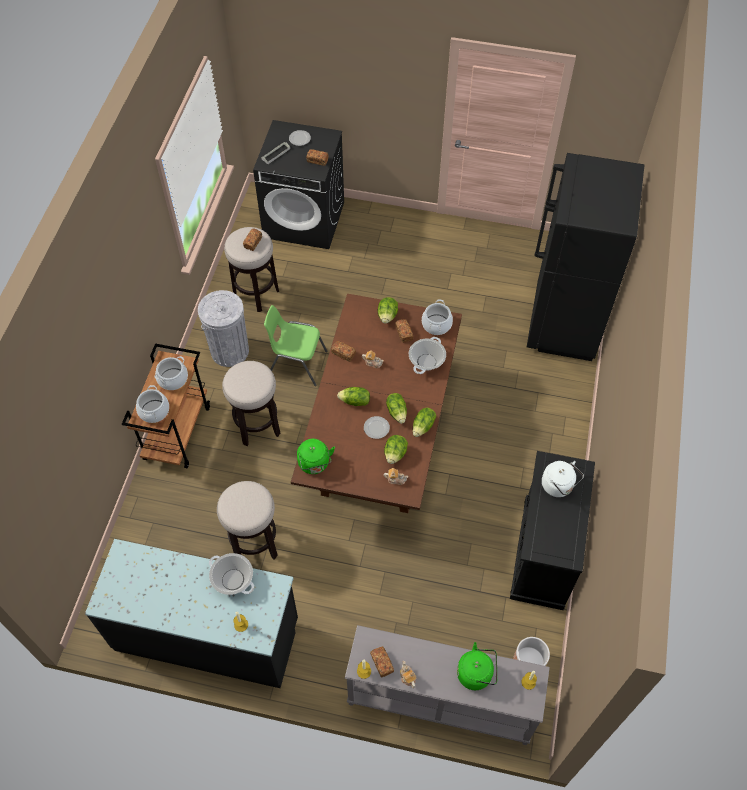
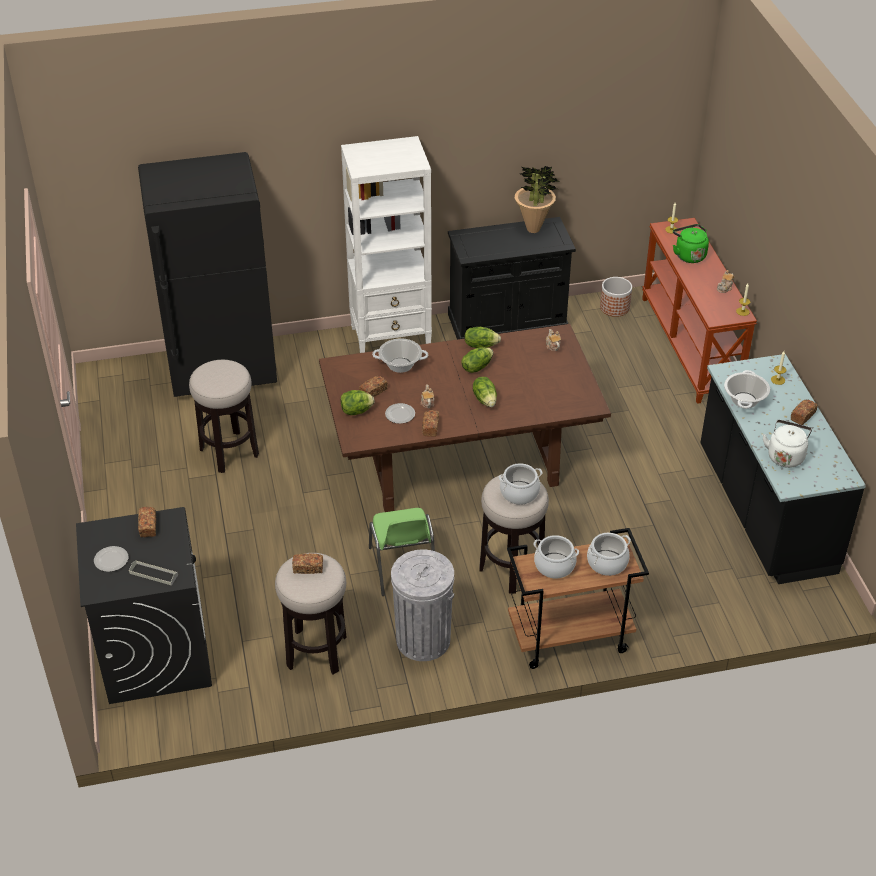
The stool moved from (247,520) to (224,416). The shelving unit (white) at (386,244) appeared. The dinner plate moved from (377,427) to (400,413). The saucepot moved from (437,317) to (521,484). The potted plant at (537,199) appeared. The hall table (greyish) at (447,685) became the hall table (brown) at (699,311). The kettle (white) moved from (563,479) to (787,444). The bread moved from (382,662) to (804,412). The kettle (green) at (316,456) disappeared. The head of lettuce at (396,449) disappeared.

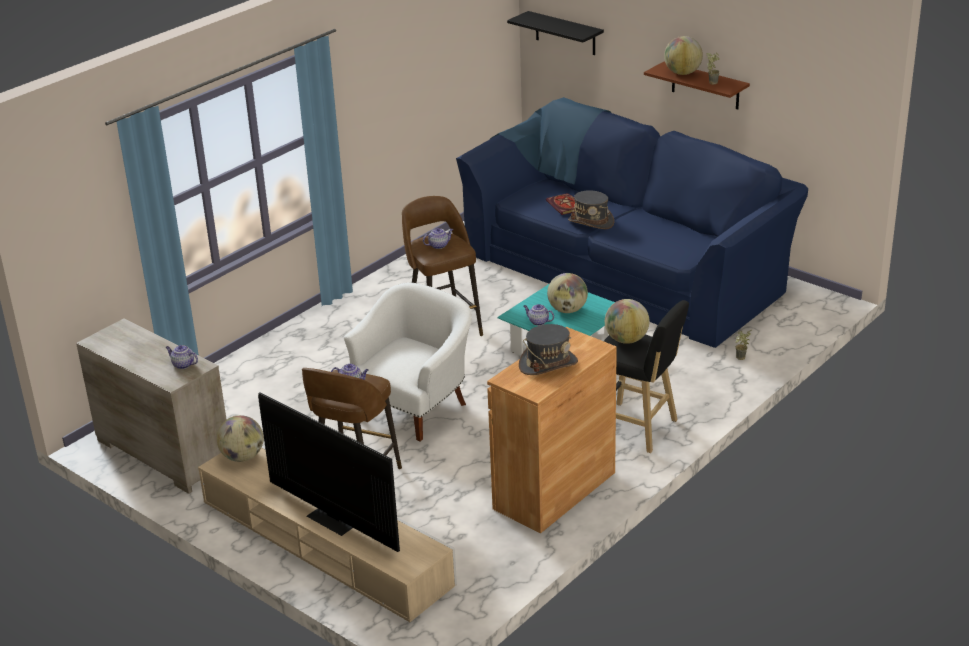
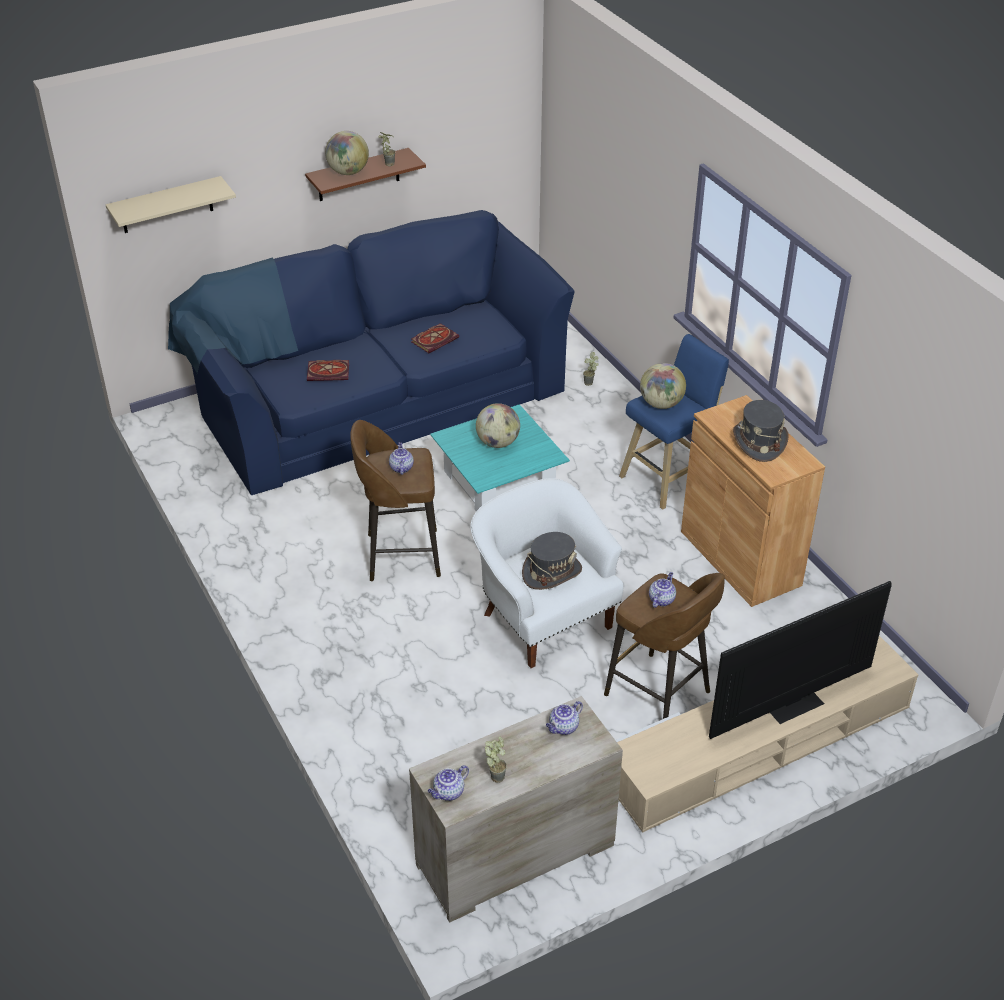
The shelf (blackish) at (555,33) became the shelf (sand-coloured) at (170,204). The book at (435,338) appeared. The pot for tea moved from (538,315) to (448,783). The potted plant at (496,759) appeared. The clothing hat (greyish) moved from (591,209) to (552,561). The stool (blackish) at (646,376) became the stool (blue) at (674,422). The globe at (240,438) disappeared.

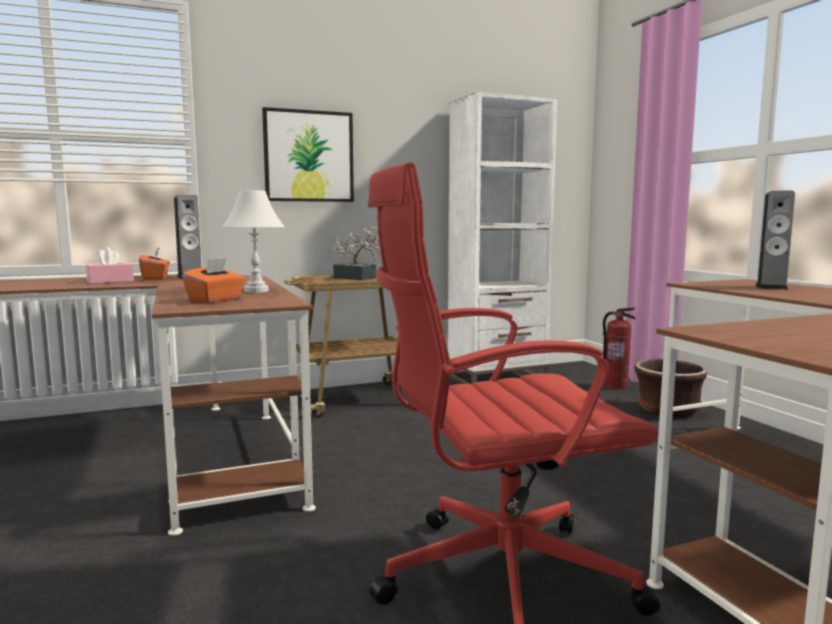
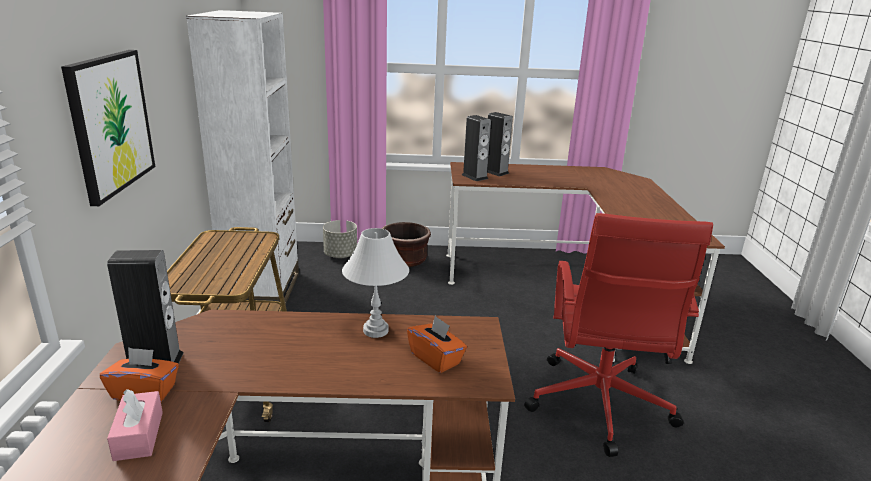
The extinguisher at (619,349) was replaced by the planter (greyish) at (340,239). The loudspeaker at (476,148) appeared. The potted plant at (353,253) disappeared.

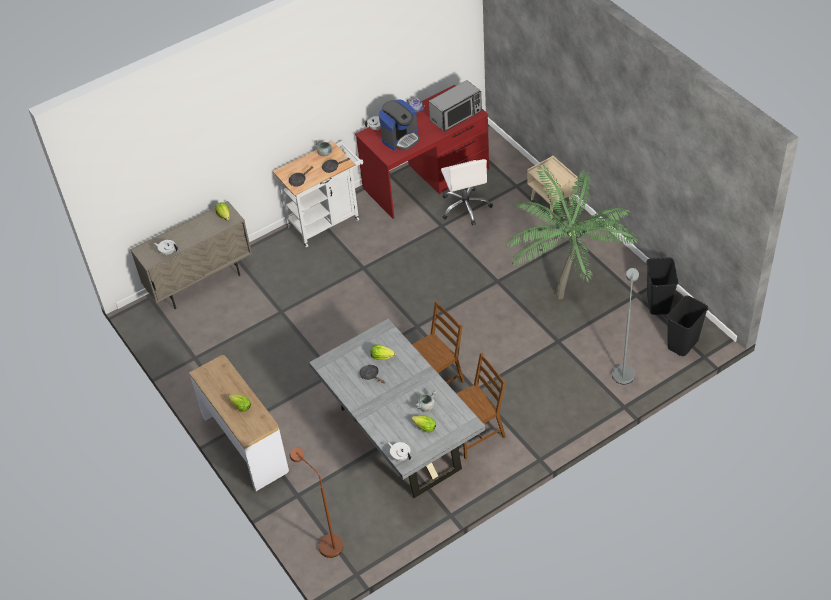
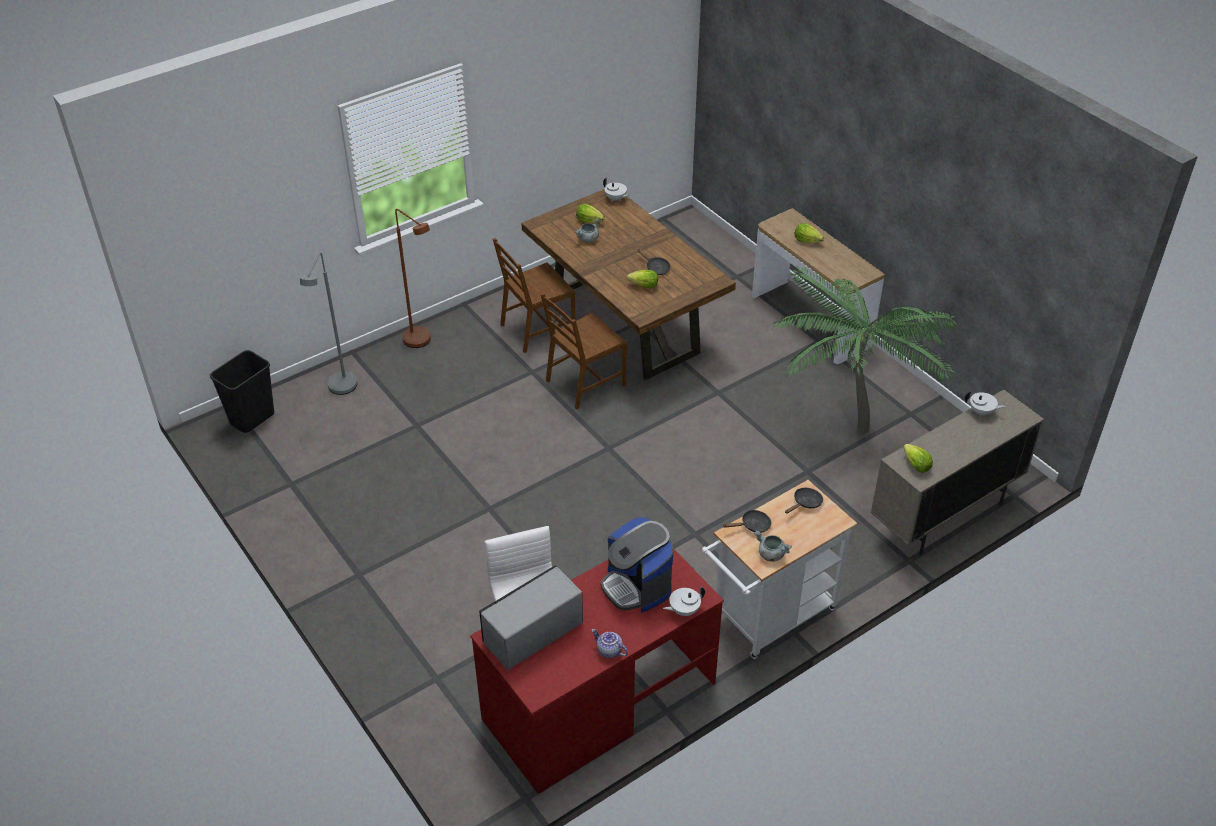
The floor lamp (brown) moved from (316,502) to (413,278). The dinner table (greyish) at (397,408) became the dinner table (brown) at (628,284). The coffee brewer at (399,125) turned 75 degrees counterclockwise. The potted plant moved from (572,232) to (865,349). The nightstand (sand-coloured) at (552,187) disappeared. The rubbish bin (blackish) at (662,286) disappeared.

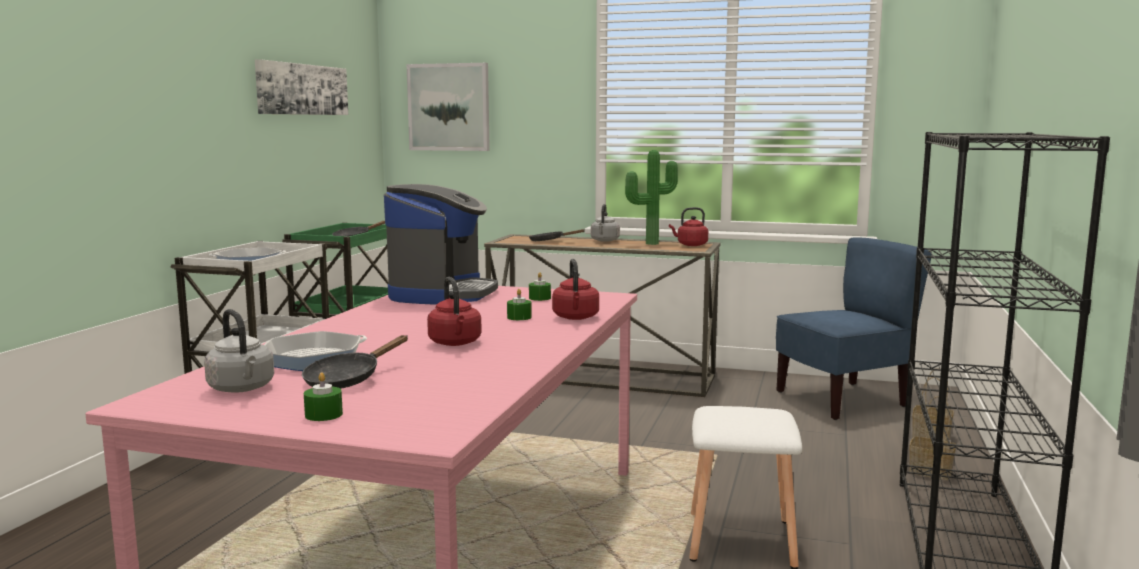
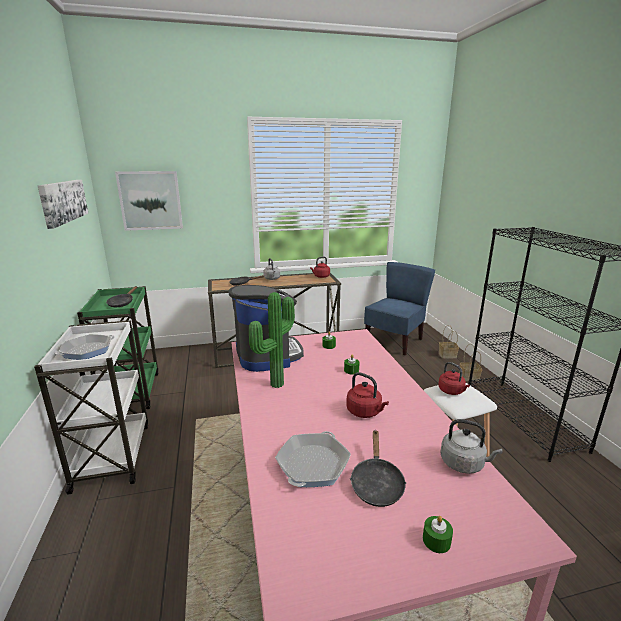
The potted plant moved from (651,197) to (272,340). The kettle (red-coloured) moved from (575,289) to (454,378). The kettle (greyish) moved from (239,351) to (471,446).

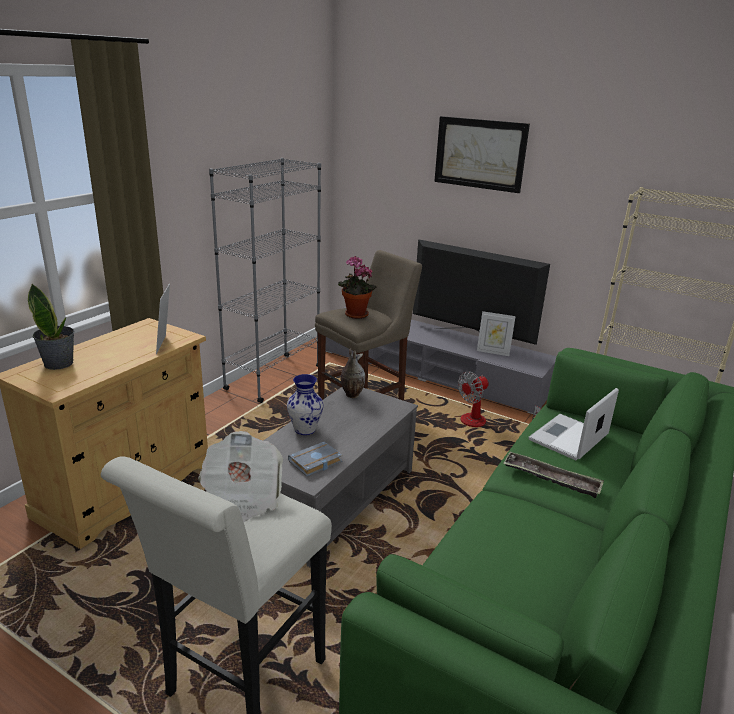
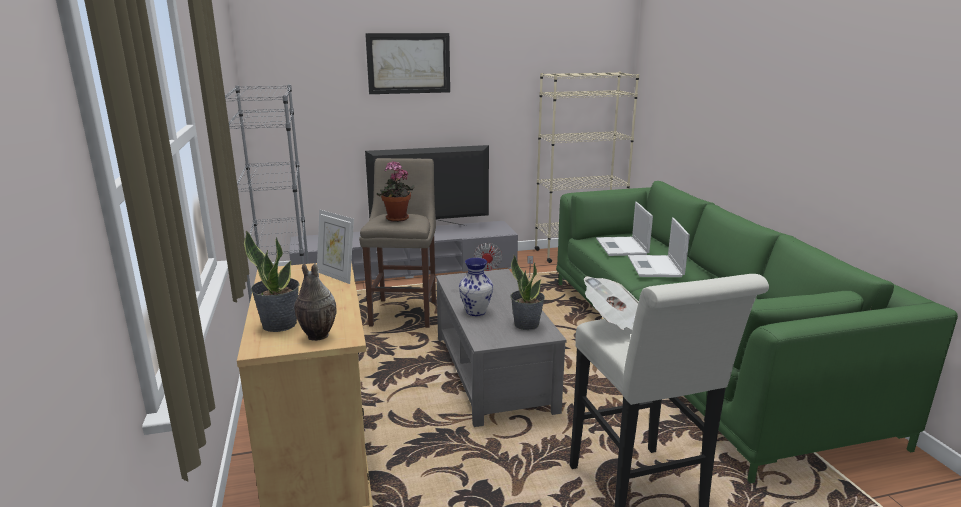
The vase moved from (353,373) to (315,302). The book (greyish) at (315,458) was replaced by the potted plant at (528,292). The tray at (553,475) was replaced by the portable computer at (659,247). The standing frame at (496,333) disappeared.

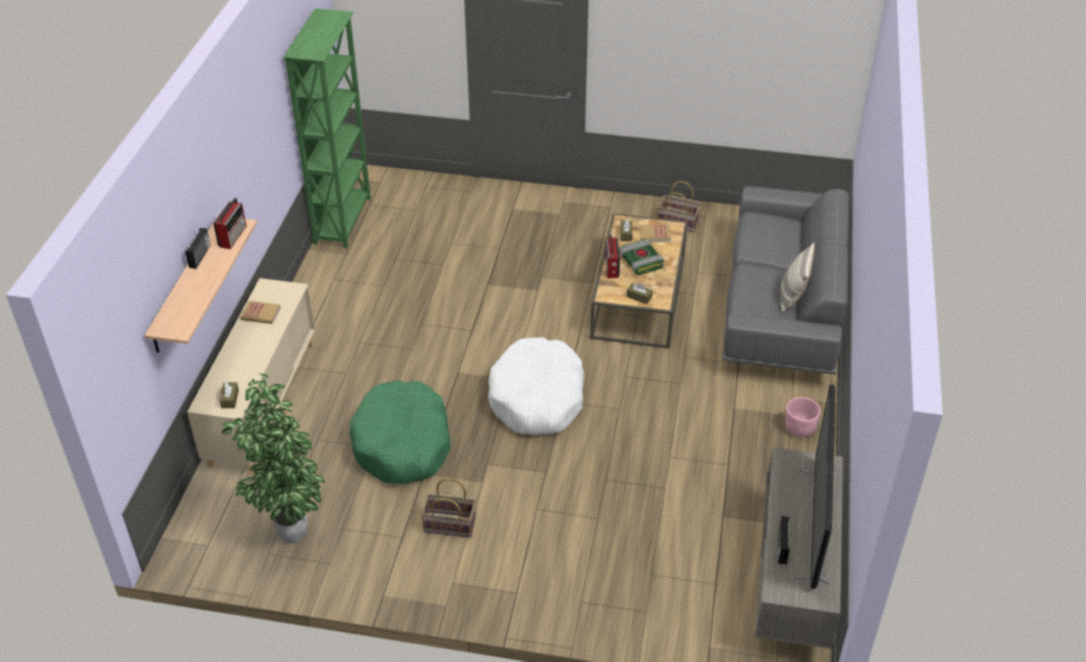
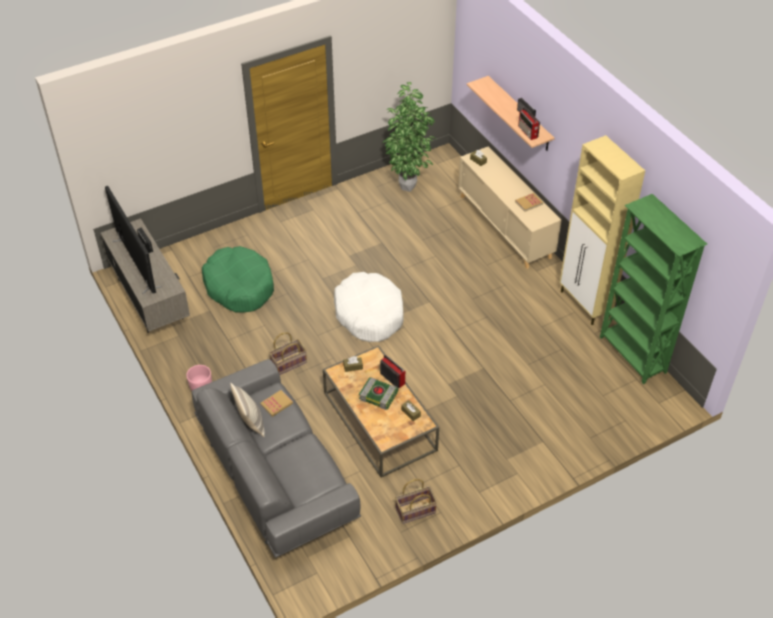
The pet bed (green) moved from (400,432) to (238,279). The book moved from (655,233) to (276,403). The storage basket moved from (448,508) to (288,353). The cabinet (sand-coloured) at (602,230) appeared.

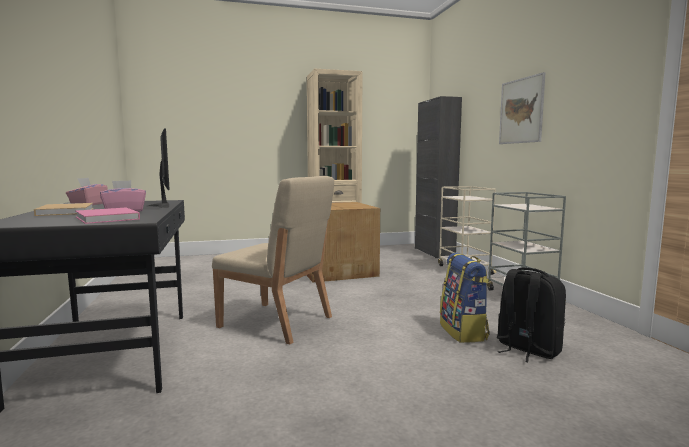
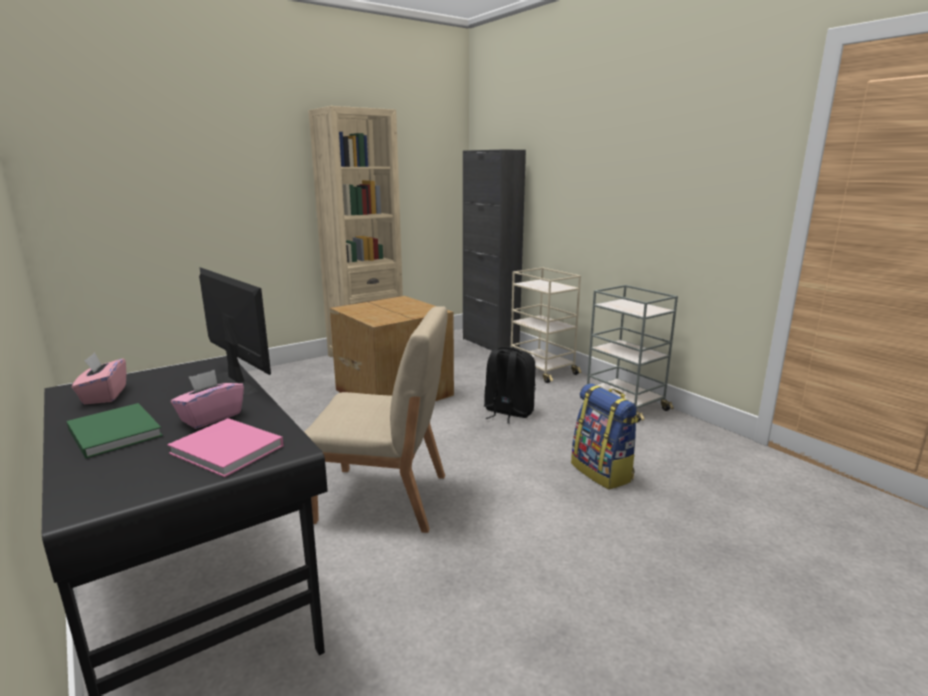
The book (sand-coloured) at (64,209) became the book (green) at (115,431). The knapsack (blackish) moved from (531,315) to (510,385). The picture at (522,108) disappeared.

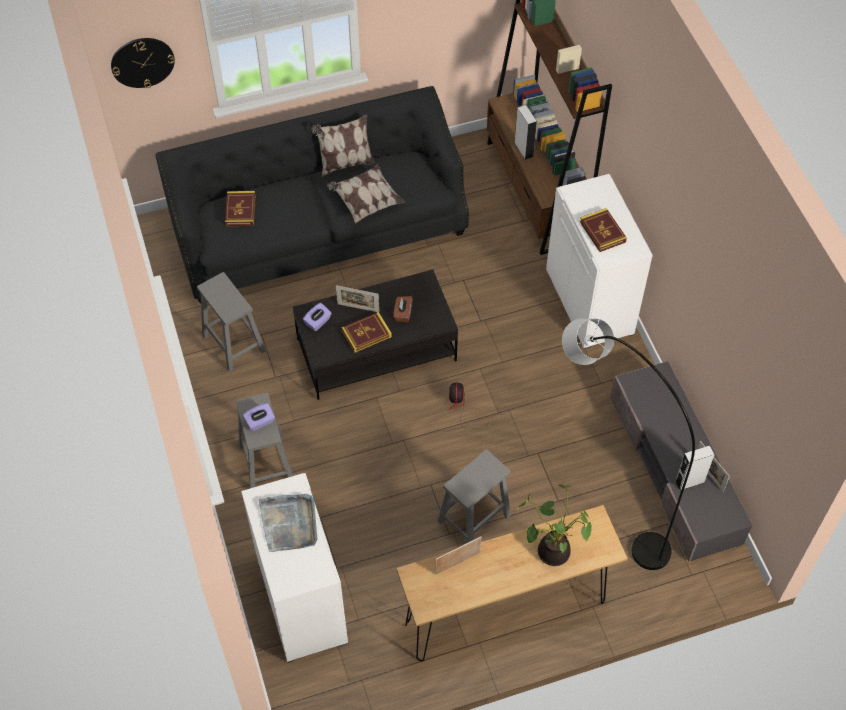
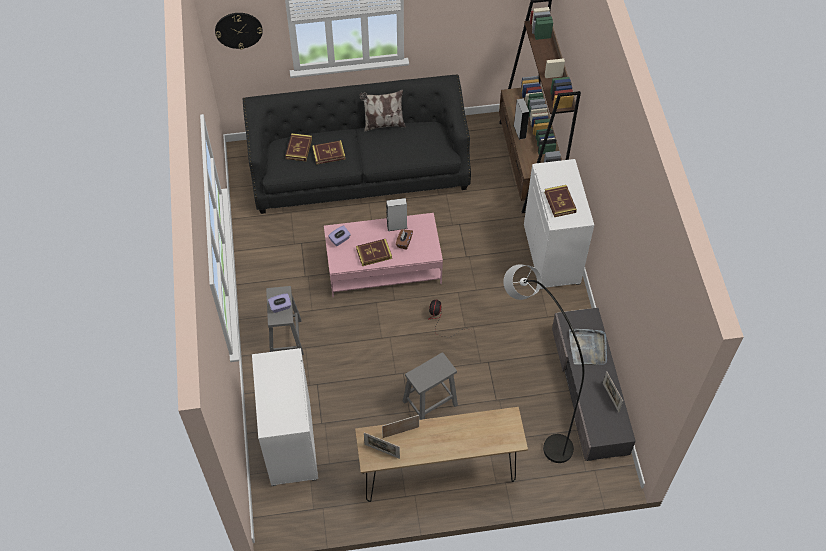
The book at (329,152) appeared. The coffee table (blackish) at (375,335) became the coffee table (pinkish) at (383,255). The standing frame moved from (357,298) to (382,445). The loudspeaker (greyish) moved from (695,468) to (397,214). The tray (greyish) moved from (288,523) to (588,347). The stool (greyish) at (231,322) disappeared. The throw pillow at (366,194) disappeared. The potted plant at (554,525) disappeared.

